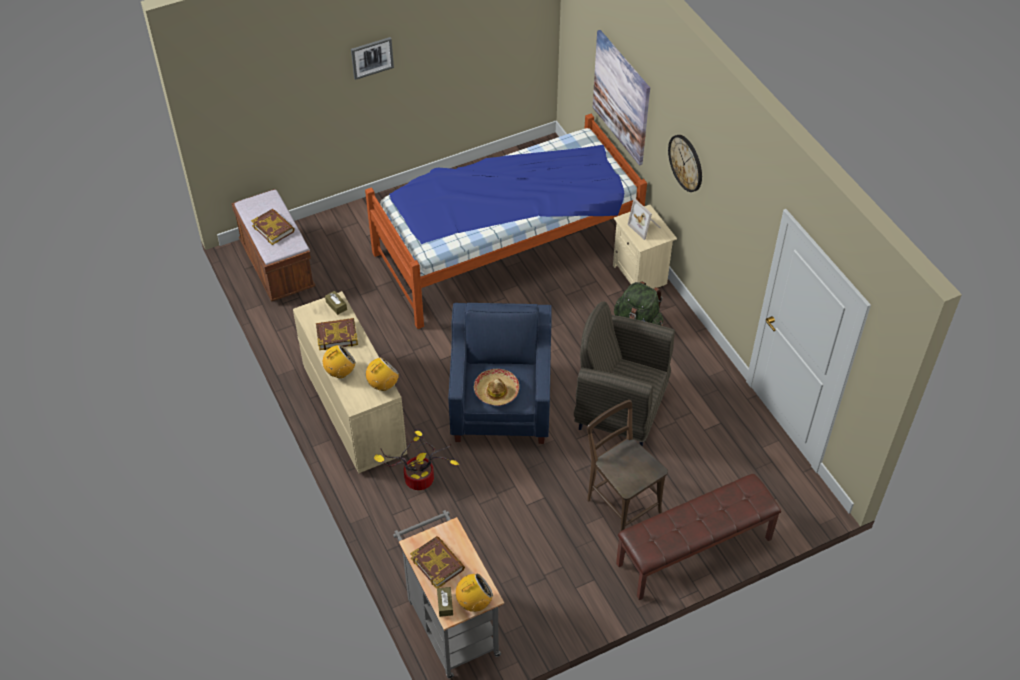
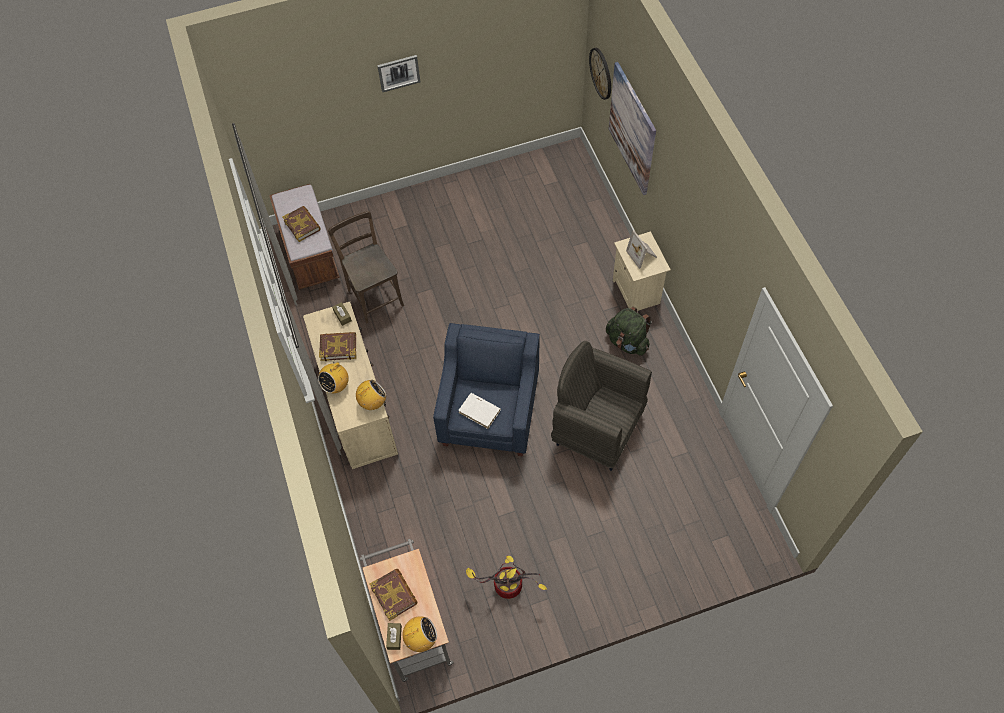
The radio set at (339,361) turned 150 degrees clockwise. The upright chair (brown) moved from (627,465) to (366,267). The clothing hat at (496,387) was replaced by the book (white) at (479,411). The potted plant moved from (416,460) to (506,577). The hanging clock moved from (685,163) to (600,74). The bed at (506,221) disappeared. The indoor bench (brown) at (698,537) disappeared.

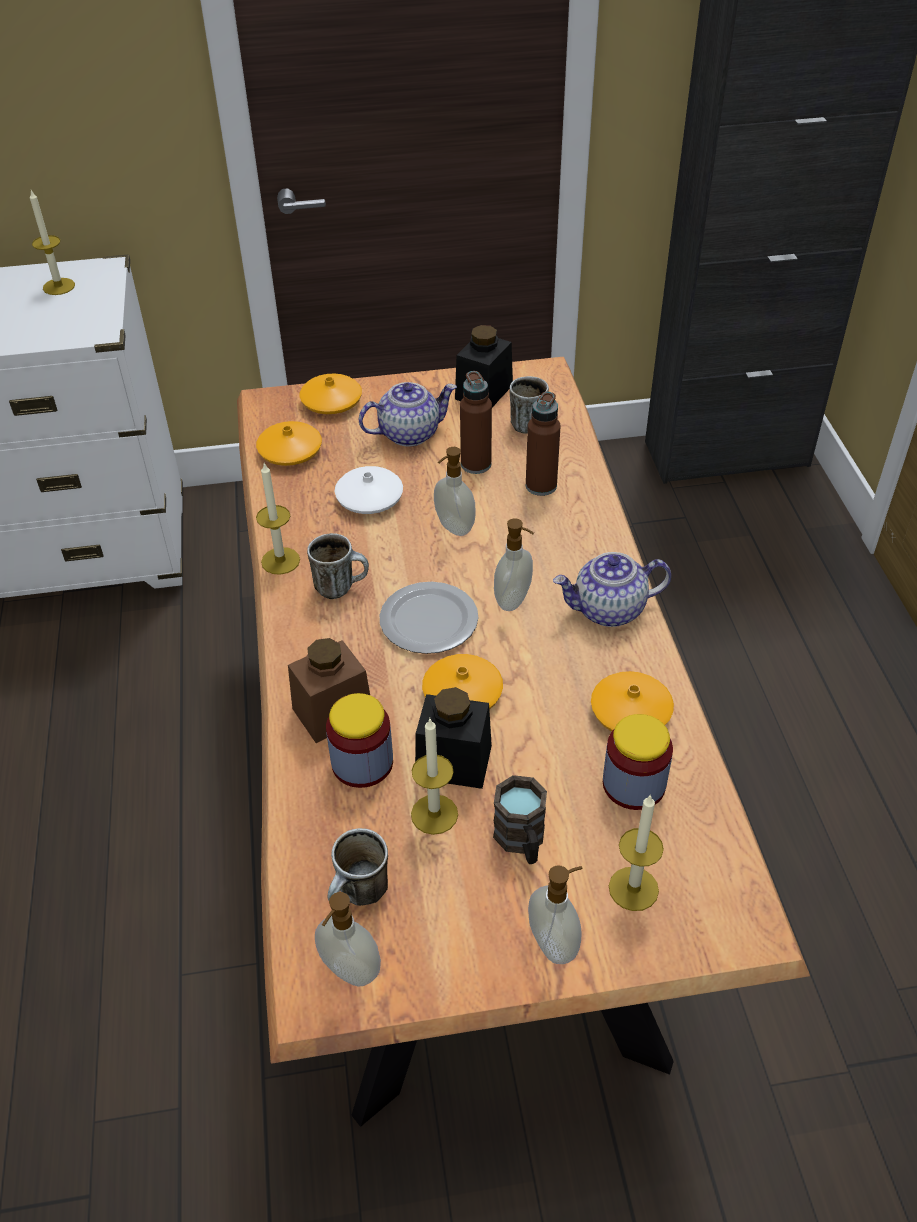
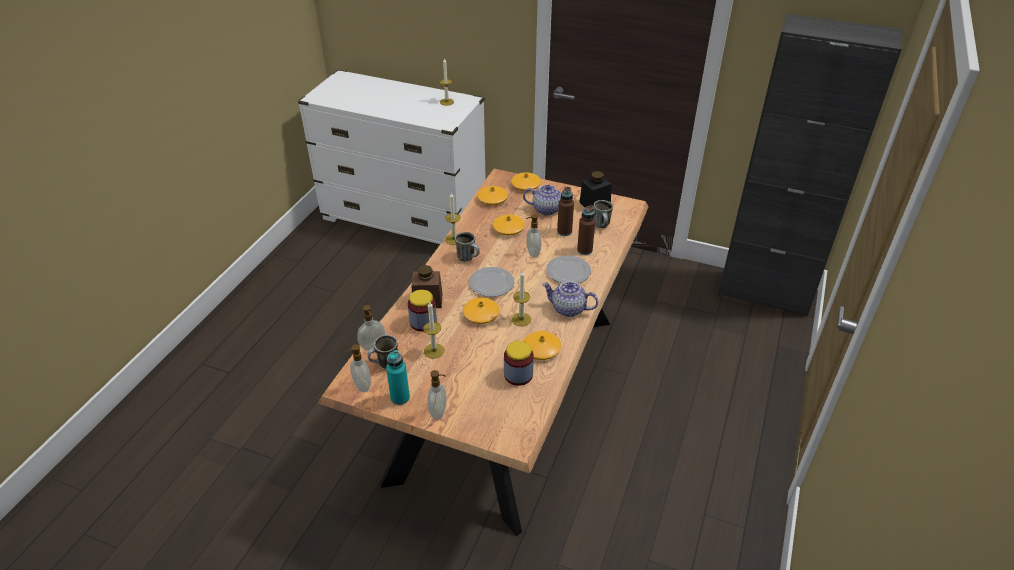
The soap bottle moved from (514,564) to (371,327). The bottle (turquoise-coloured) at (398,377) appeared. The vase (white) at (368,490) became the vase (orange-coloured) at (509,224). The wax light moved from (636,852) to (521,298). The dinner plate at (568,269) appeared. The jar (blackish) at (453,738) disappeared. The mug (brown) at (520,819) disappeared.

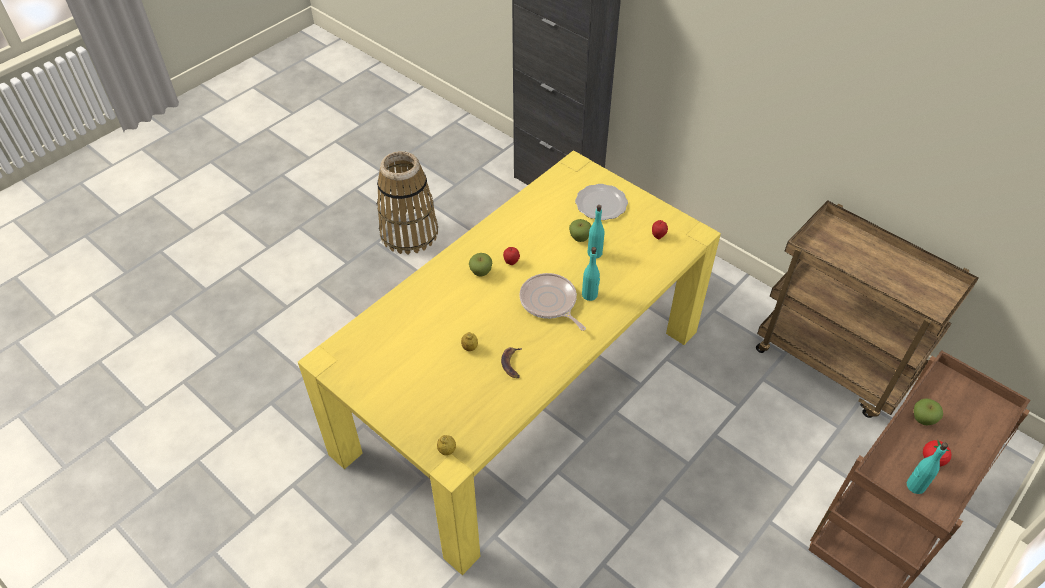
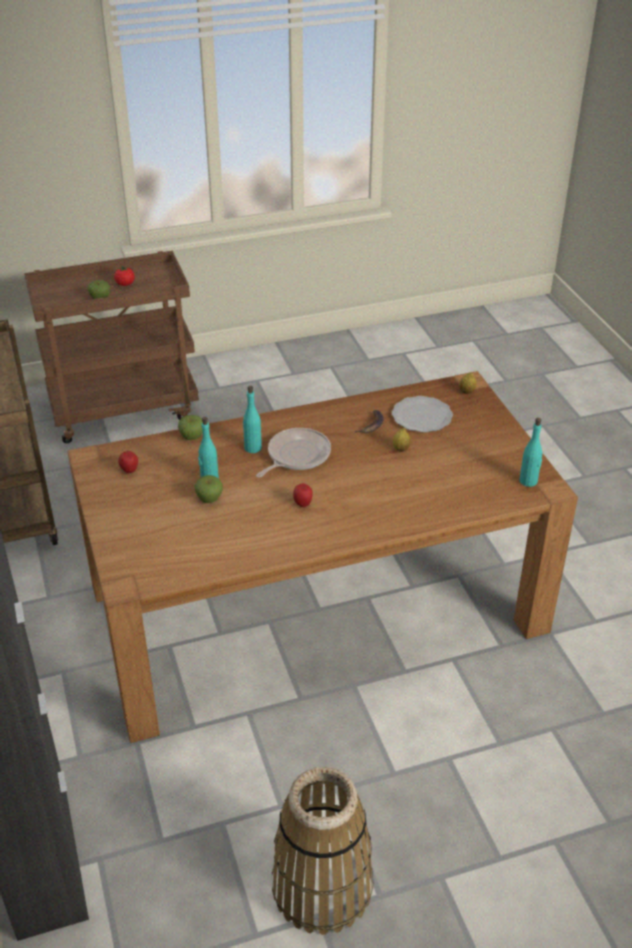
The dinner table (yellow-coloured) at (509,362) became the dinner table (brown) at (322,557). The apple fruit moved from (480,265) to (190,427). The frying pan at (552,302) turned 135 degrees counterclockwise. The dinner plate moved from (601,202) to (422,414). The bottle (turquoise-coloured) moved from (927,468) to (530,452).

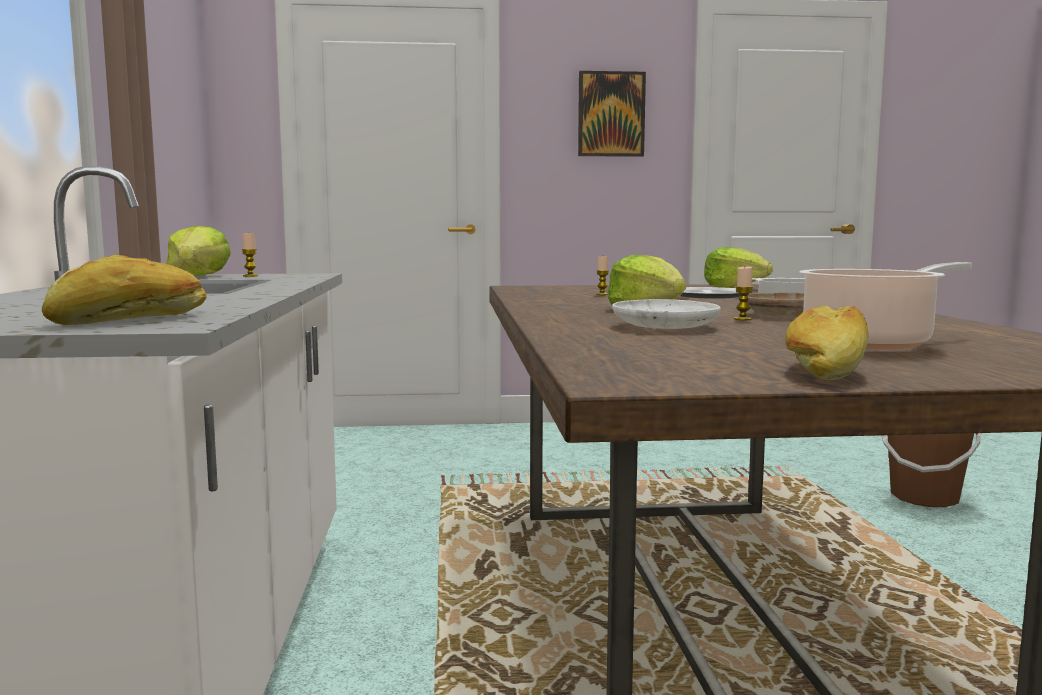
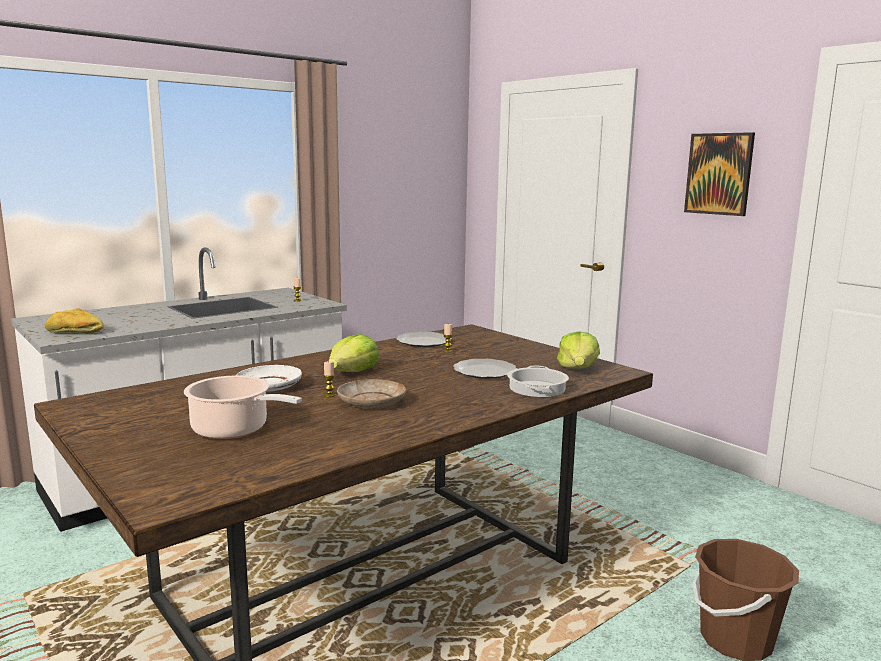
The dinner plate at (424,339) appeared. The head of lettuce at (198,251) disappeared. The bread at (826,343) disappeared.

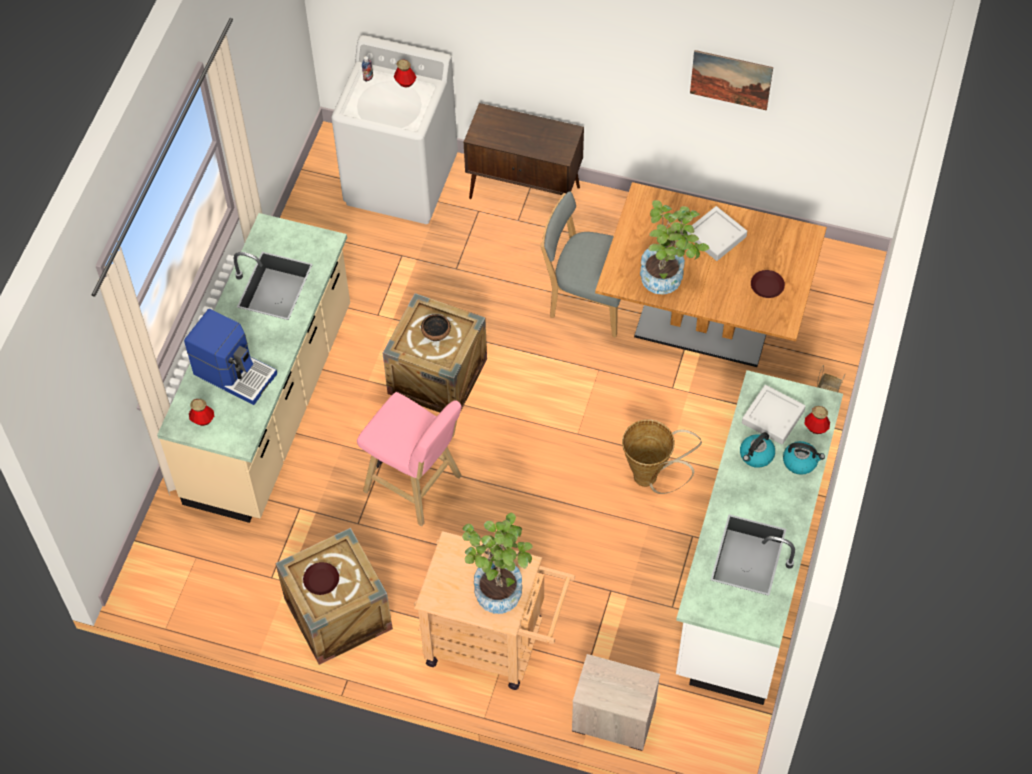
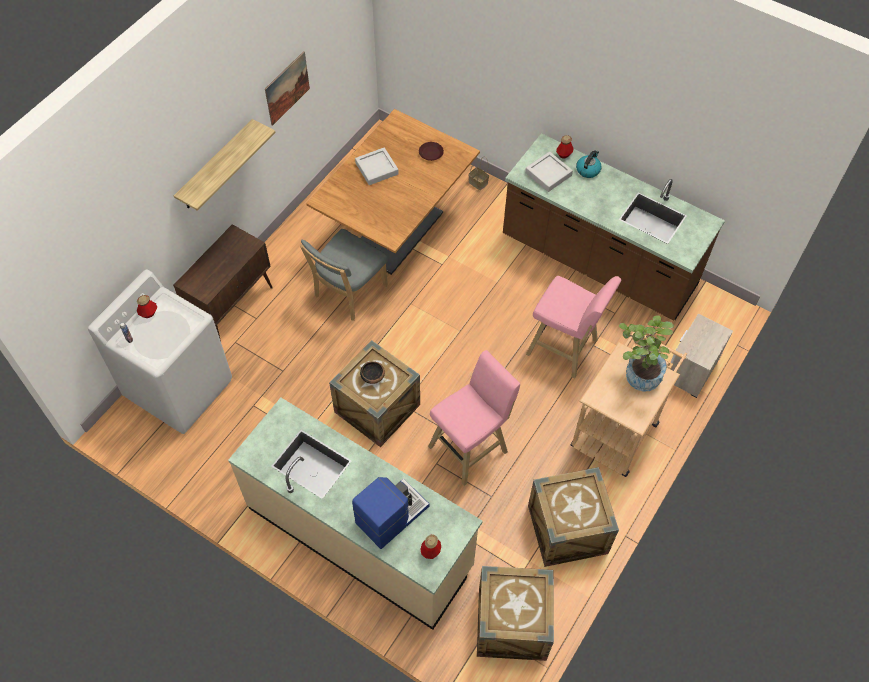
The shelf at (225,165) appeared. The crate at (515,613) appeared. The counter (white) at (759,537) became the counter (brown) at (614,226). The stool (pinkish) at (574,327) appeared. The dinner plate (brown) at (321,578) disappeared. The storage basket at (662,456) disappeared. The potted plant at (674,247) disappeared. The kettle at (757,450) disappeared.

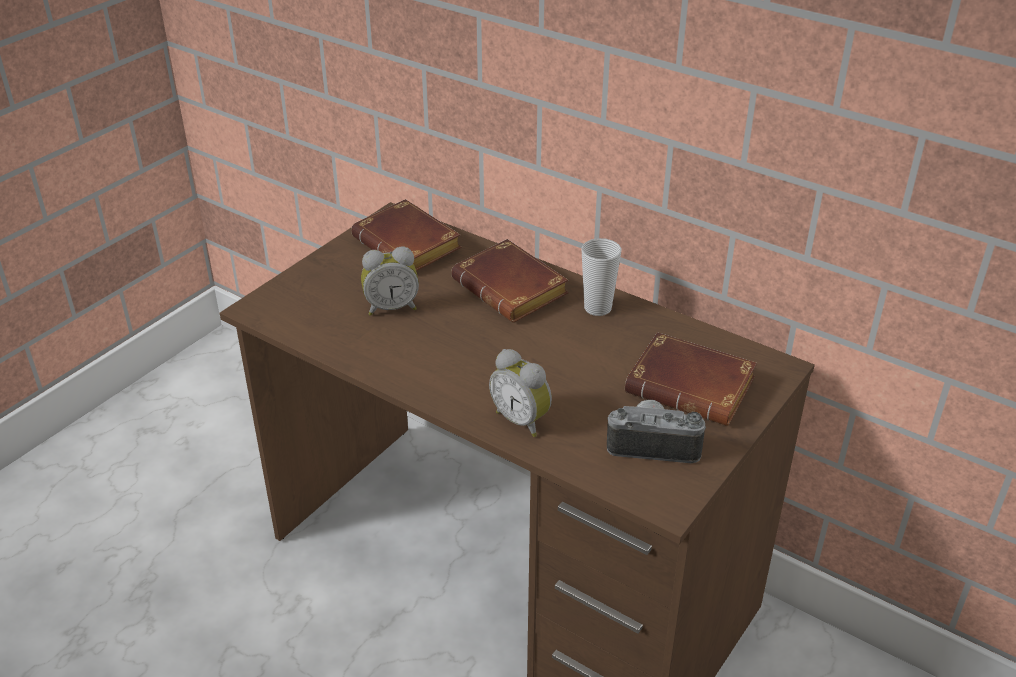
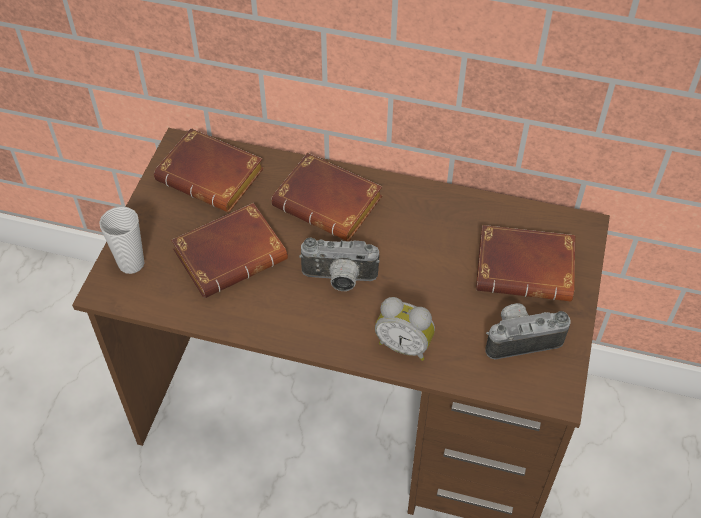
The small cup moved from (601,277) to (122,240). The alarm clock at (390,281) was replaced by the book (brown) at (229,250). The photo camera at (339,264) appeared.

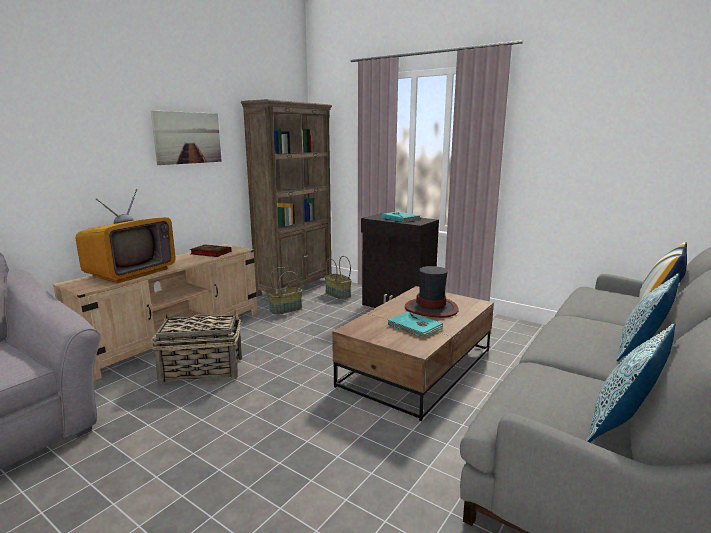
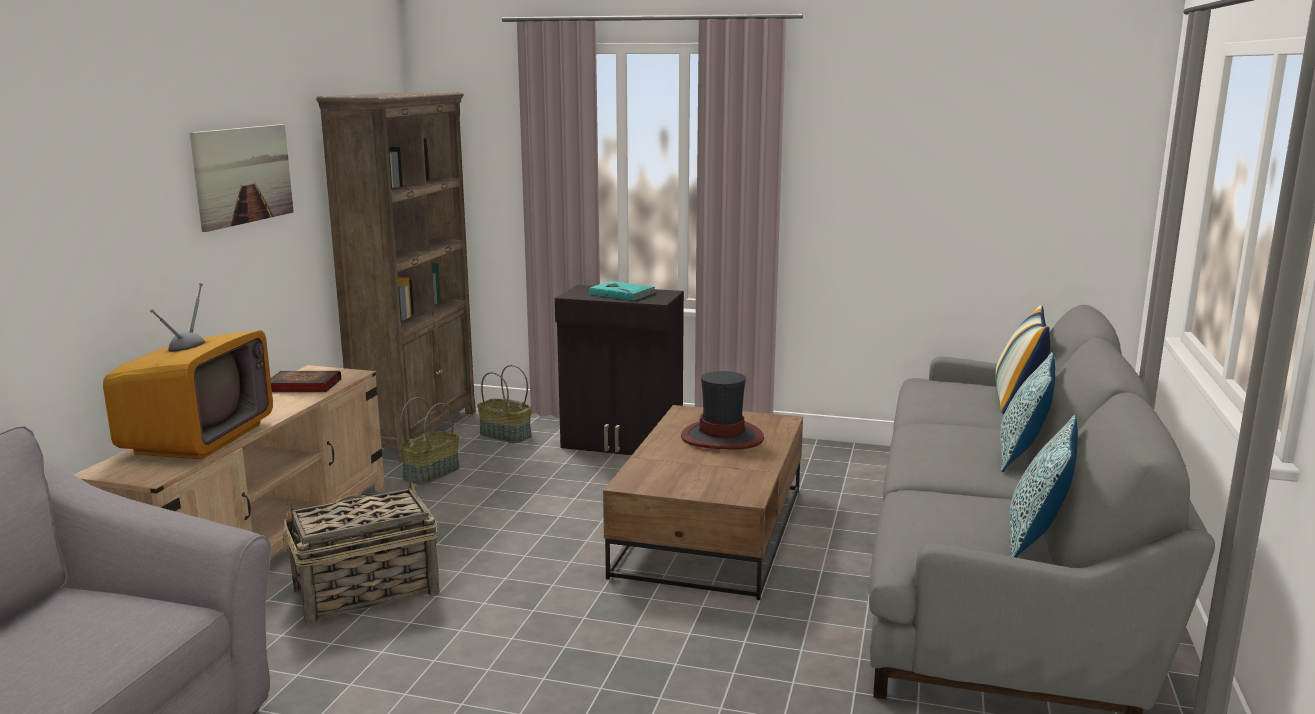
The book (turquoise-coloured) at (415,325) disappeared.

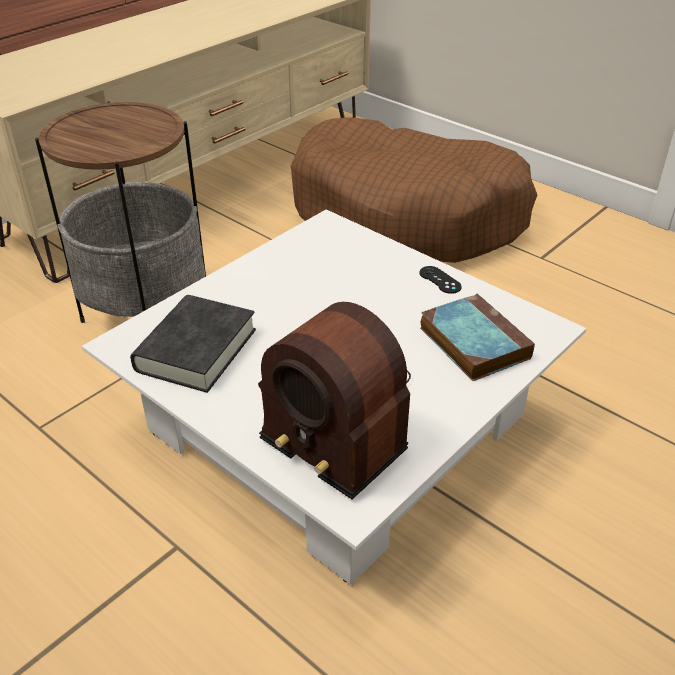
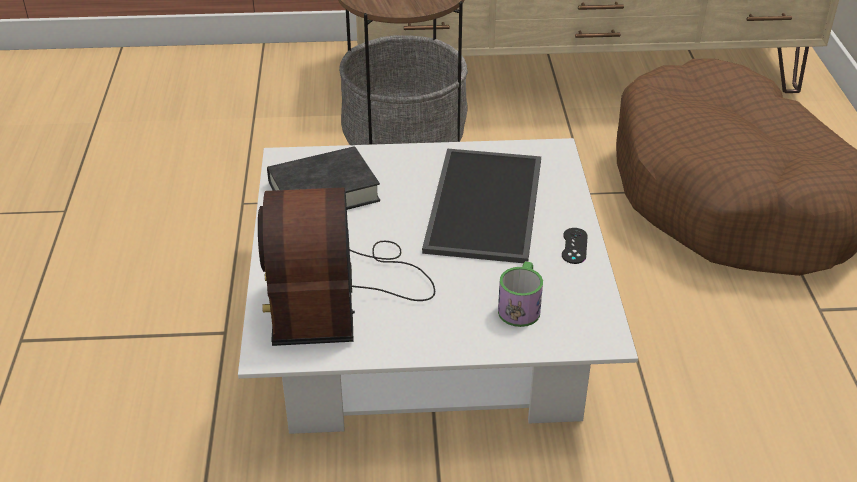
The tray at (481,206) appeared. The book at (477,337) was replaced by the mug at (520,294).

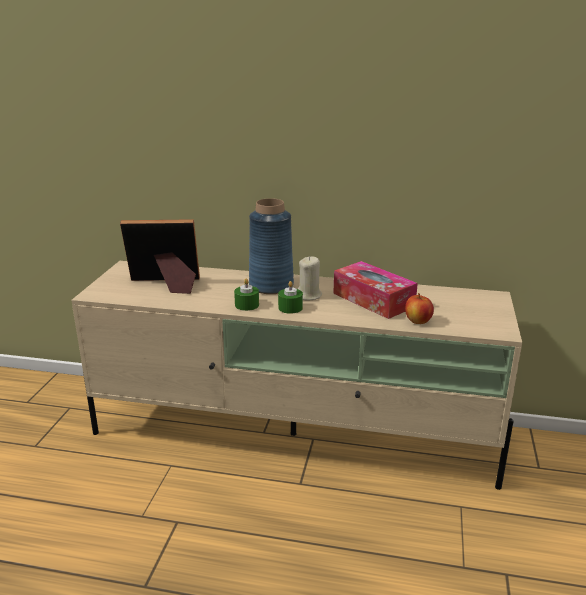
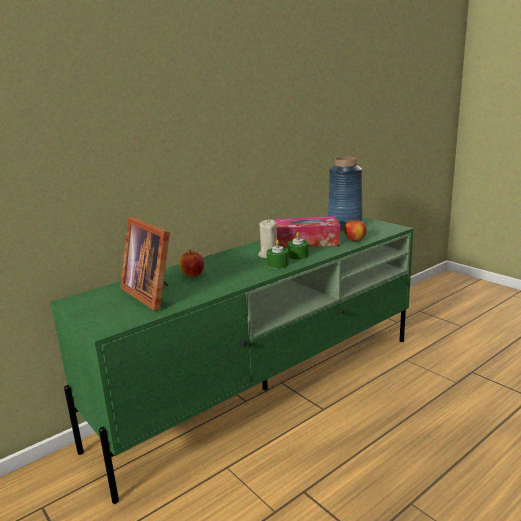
The tv stand (sand-coloured) at (296,375) became the tv stand (green) at (232,360). The standing frame at (160,256) turned 75 degrees counterclockwise. The apple fruit at (191,263) appeared. The wax light (green) moved from (246,294) to (298,246). The vase (blue) moved from (271,246) to (345,194).

